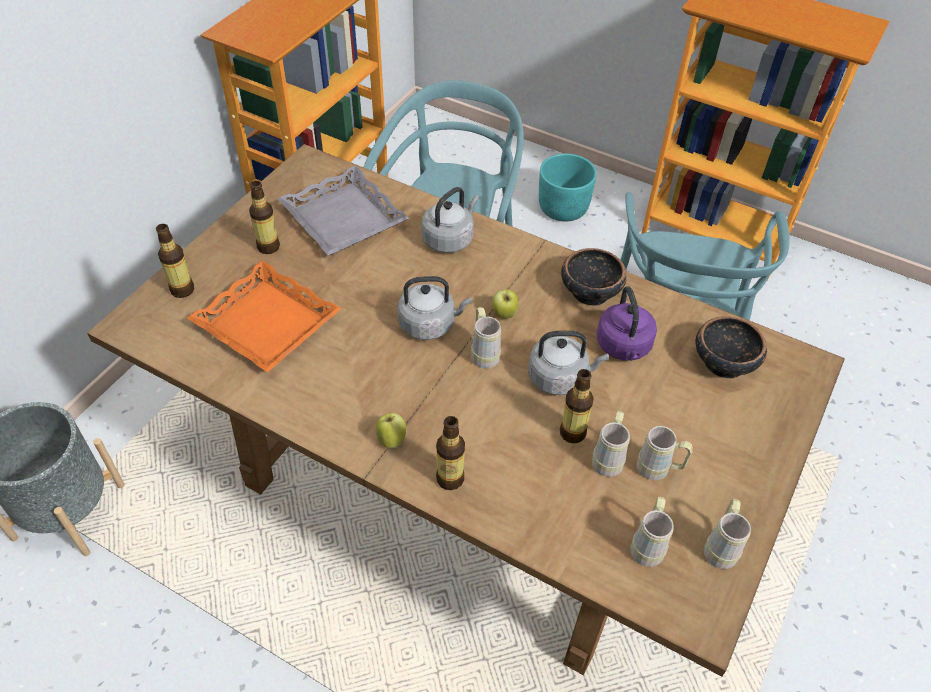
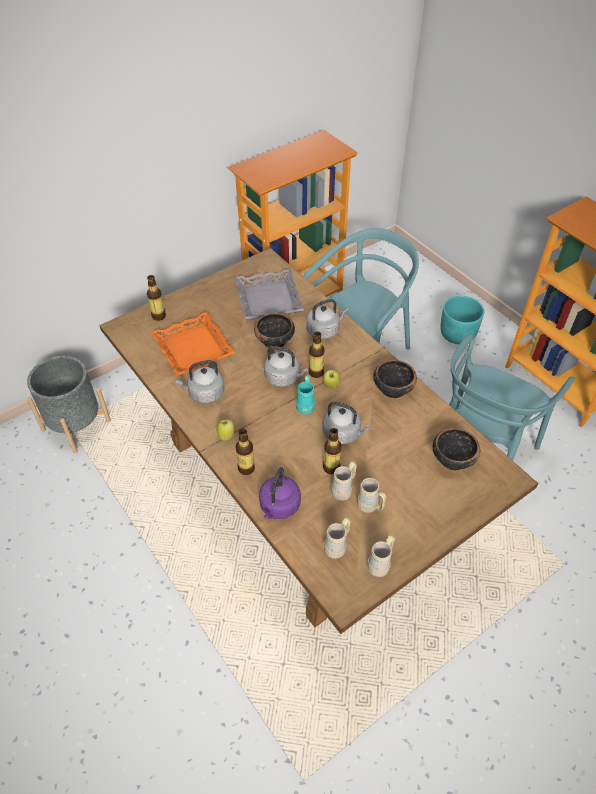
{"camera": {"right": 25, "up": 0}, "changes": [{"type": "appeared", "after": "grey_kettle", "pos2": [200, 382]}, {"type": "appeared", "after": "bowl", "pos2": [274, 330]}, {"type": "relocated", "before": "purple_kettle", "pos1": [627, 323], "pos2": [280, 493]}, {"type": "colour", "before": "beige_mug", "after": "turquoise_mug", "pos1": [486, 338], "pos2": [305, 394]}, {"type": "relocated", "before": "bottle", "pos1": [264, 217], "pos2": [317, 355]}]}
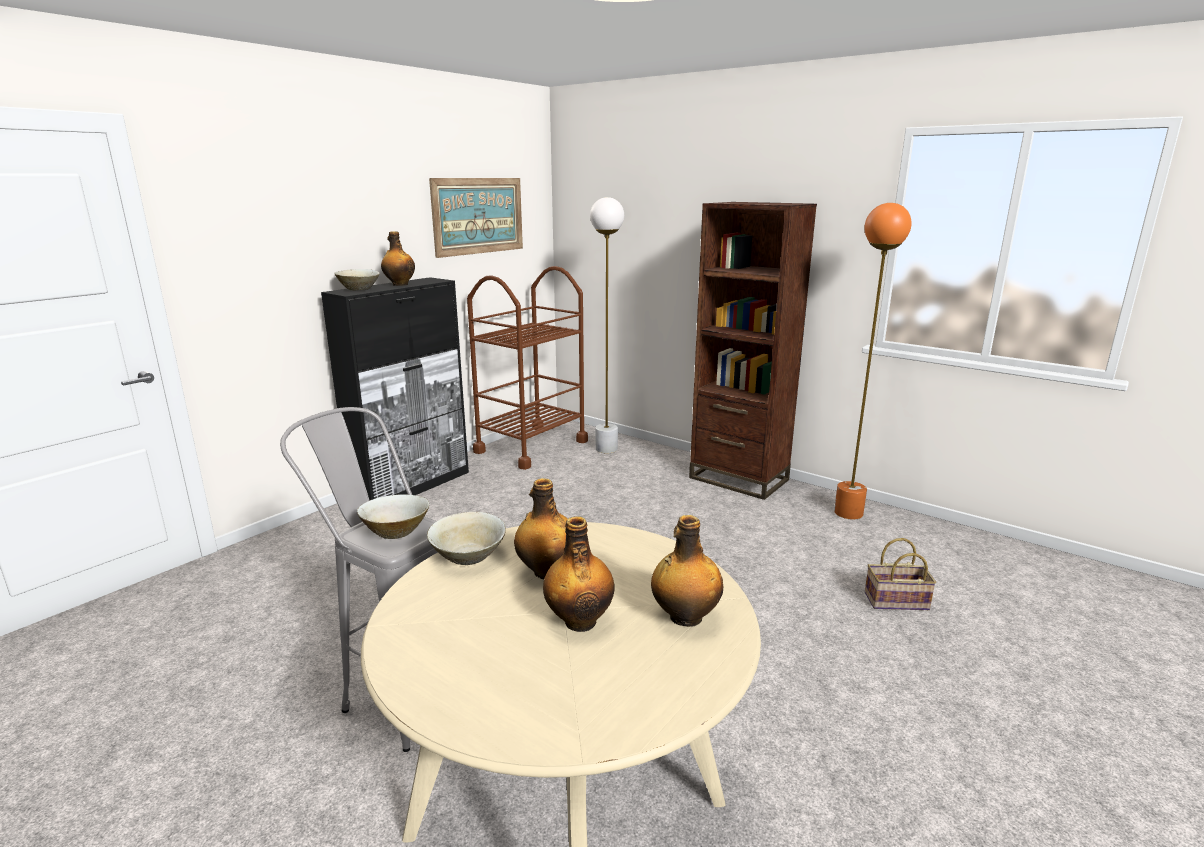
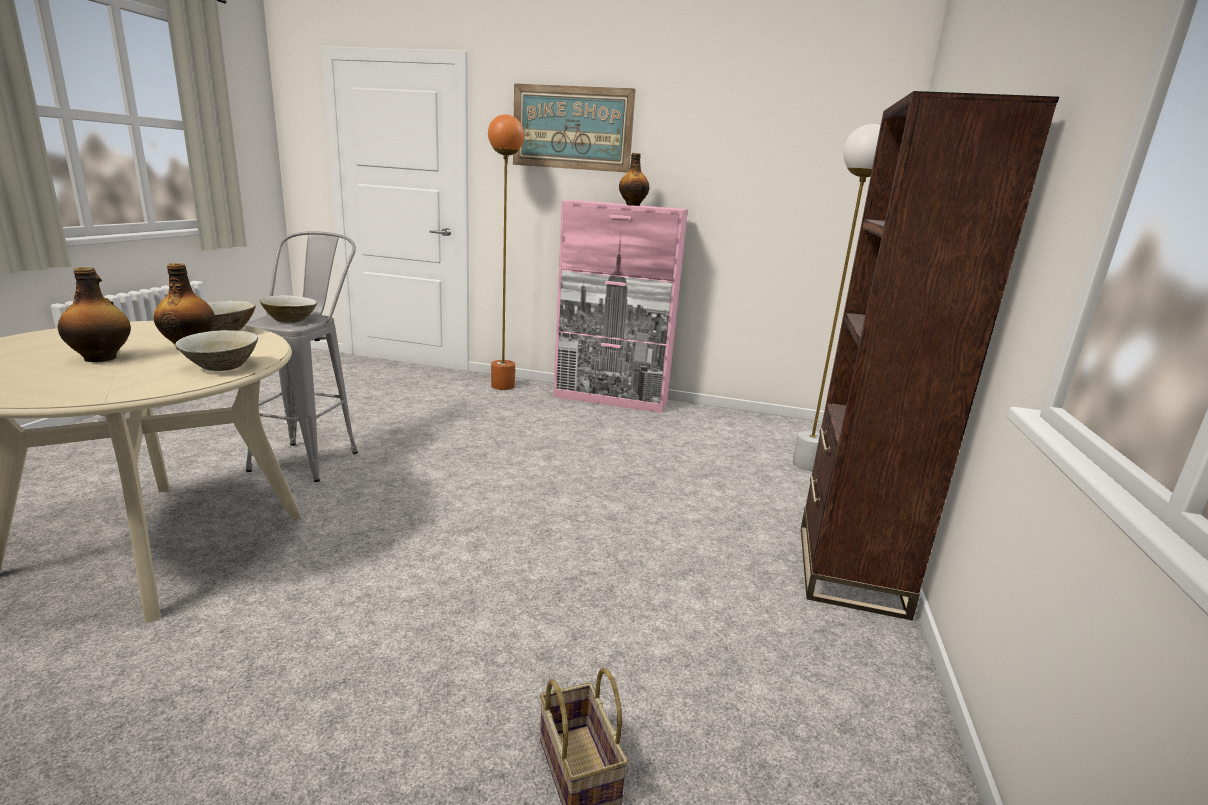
{"camera": {"right": 65, "up": 0}, "changes": [{"type": "relocated", "before": "beige_bowl", "pos1": [357, 280], "pos2": [216, 350]}, {"type": "relocated", "before": "orange_floor_lamp", "pos1": [873, 361], "pos2": [506, 252]}, {"type": "relocated", "before": "picture", "pos1": [476, 218], "pos2": [574, 128]}, {"type": "colour", "before": "black_cabinet", "after": "pink_cabinet", "pos1": [395, 389], "pos2": [621, 306]}, {"type": "missing", "before": "brown_cart", "pos1": [527, 368]}, {"type": "missing", "before": "bottle", "pos1": [687, 571]}]}
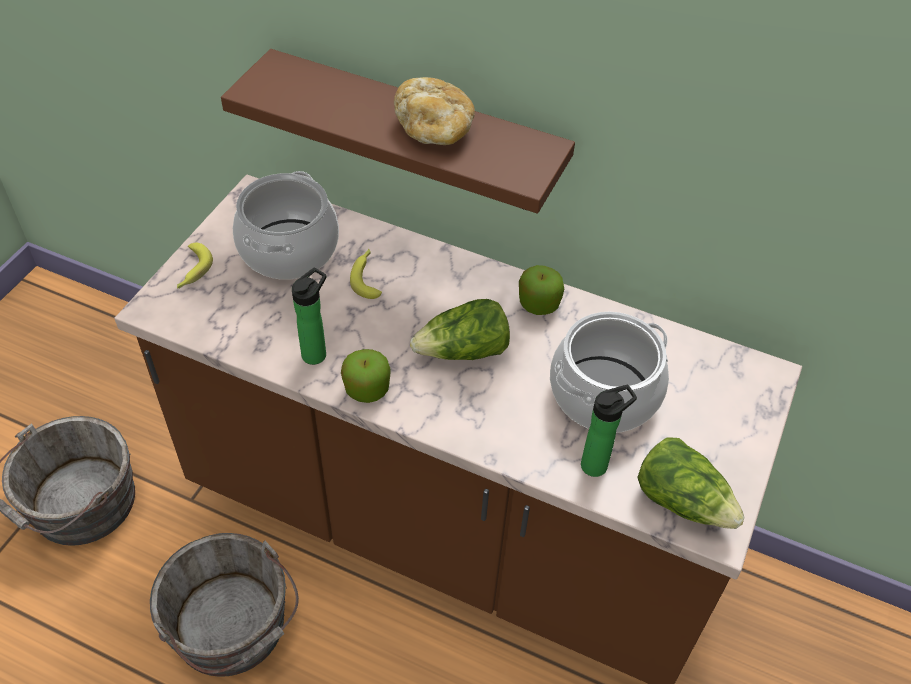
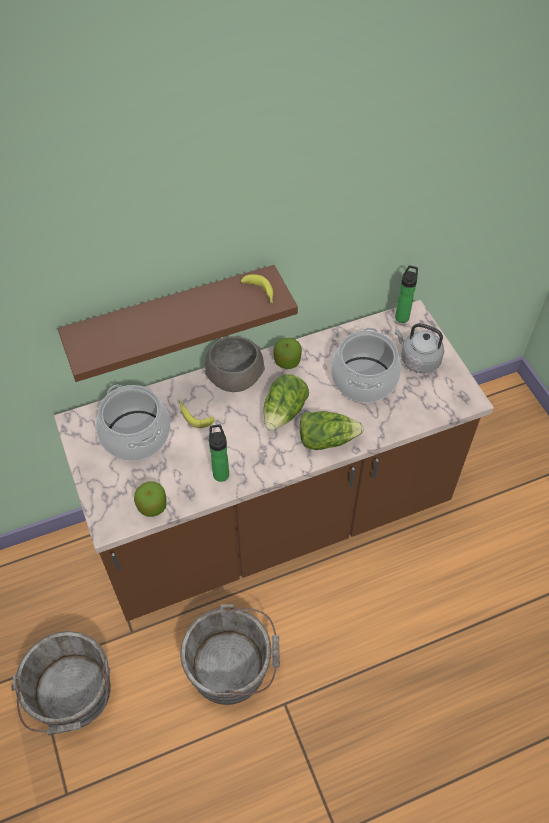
{"camera": {"right": -45, "up": 5}, "changes": [{"type": "relocated", "before": "apple", "pos1": [366, 376], "pos2": [150, 499]}, {"type": "appeared", "after": "grey_bowl", "pos2": [235, 364]}, {"type": "relocated", "before": "banana", "pos1": [195, 265], "pos2": [257, 288]}, {"type": "relocated", "before": "lettuce", "pos1": [691, 483], "pos2": [332, 430]}, {"type": "relocated", "before": "bottle", "pos1": [609, 431], "pos2": [406, 294]}, {"type": "appeared", "after": "grey_kettle", "pos2": [419, 348]}, {"type": "missing", "before": "bread", "pos1": [434, 111]}]}
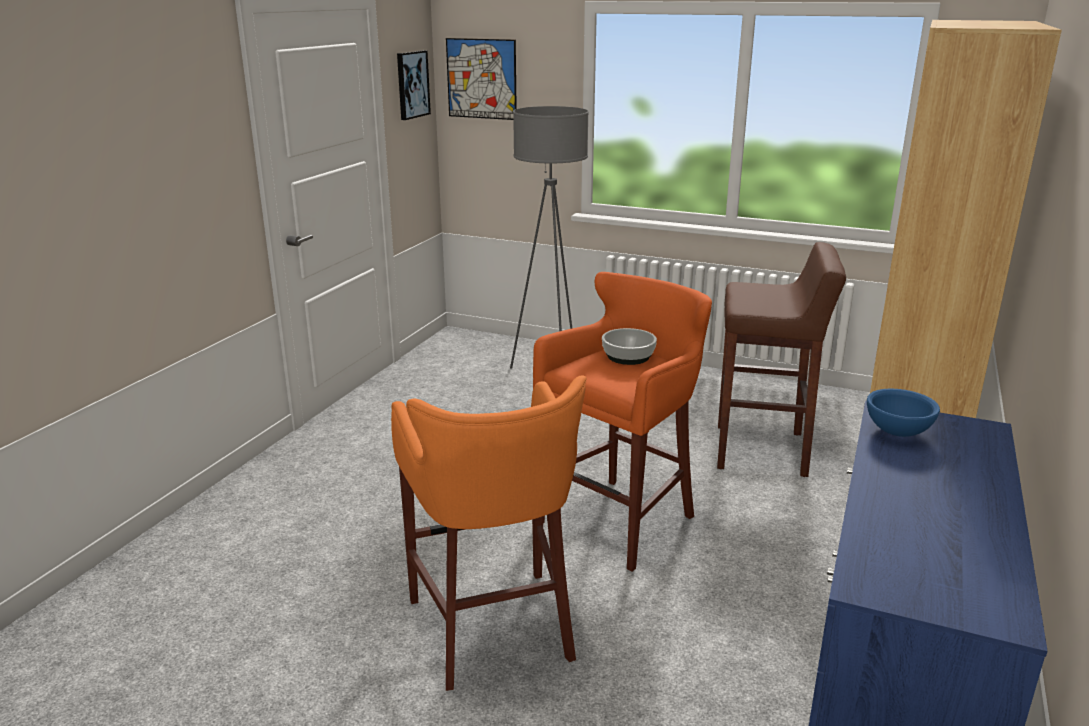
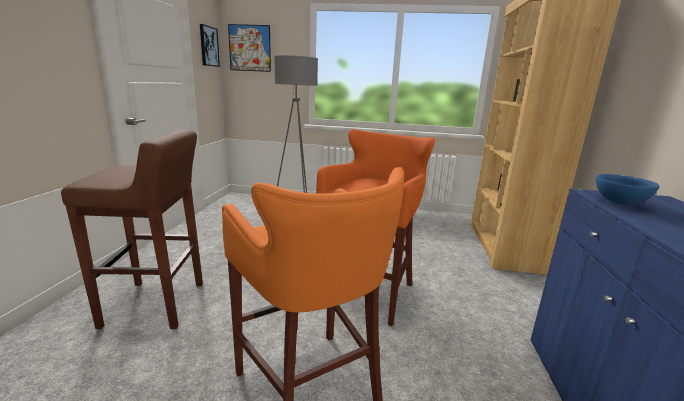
{"camera": {"right": -15, "up": -5}, "changes": [{"type": "relocated", "before": "brown_stool", "pos1": [781, 359], "pos2": [132, 229]}, {"type": "missing", "before": "bowl", "pos1": [629, 346]}]}
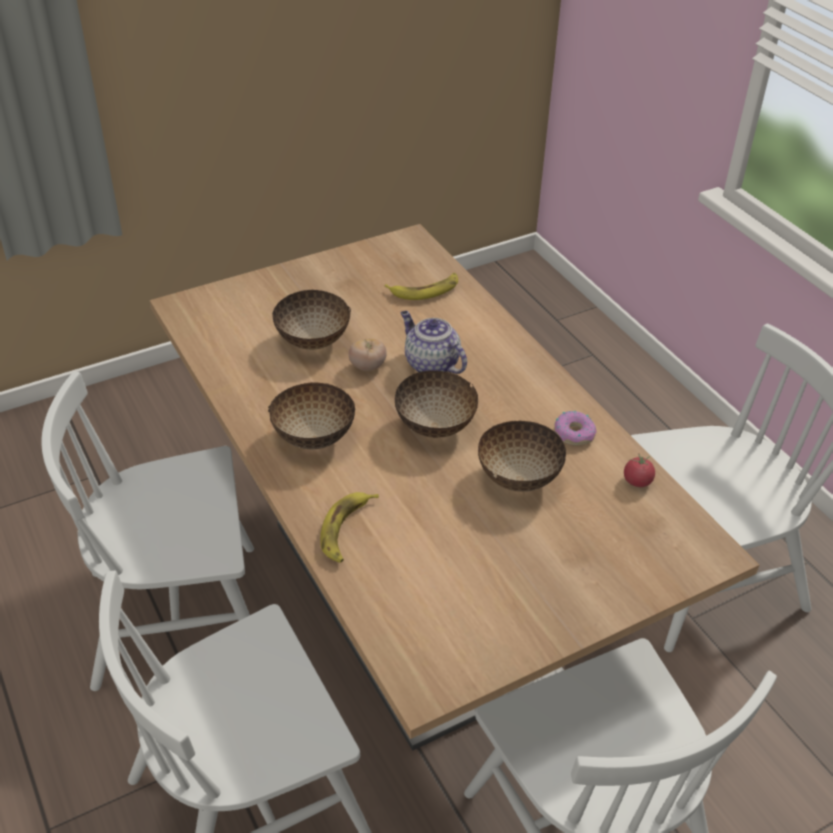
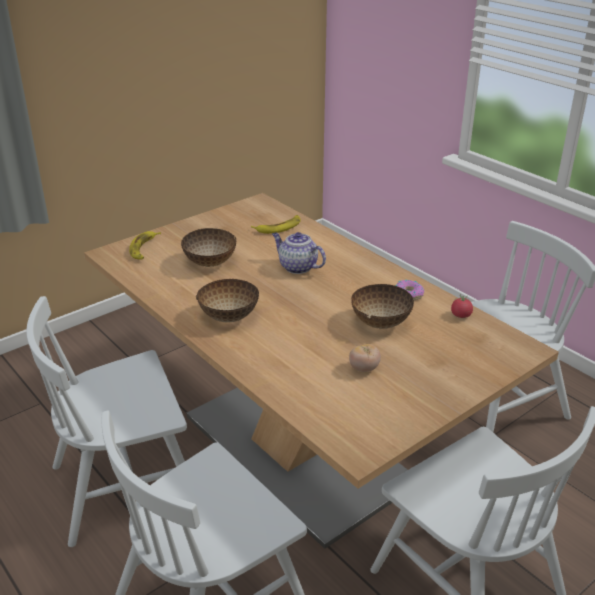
{"camera": {"right": -10, "up": -10}, "changes": [{"type": "relocated", "before": "banana", "pos1": [349, 527], "pos2": [145, 245]}, {"type": "relocated", "before": "tomato", "pos1": [368, 354], "pos2": [365, 358]}, {"type": "missing", "before": "bowl", "pos1": [436, 404]}]}
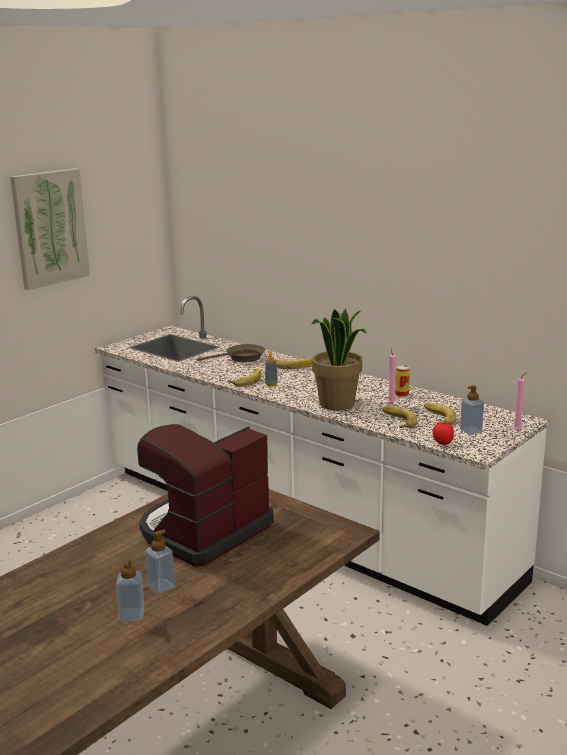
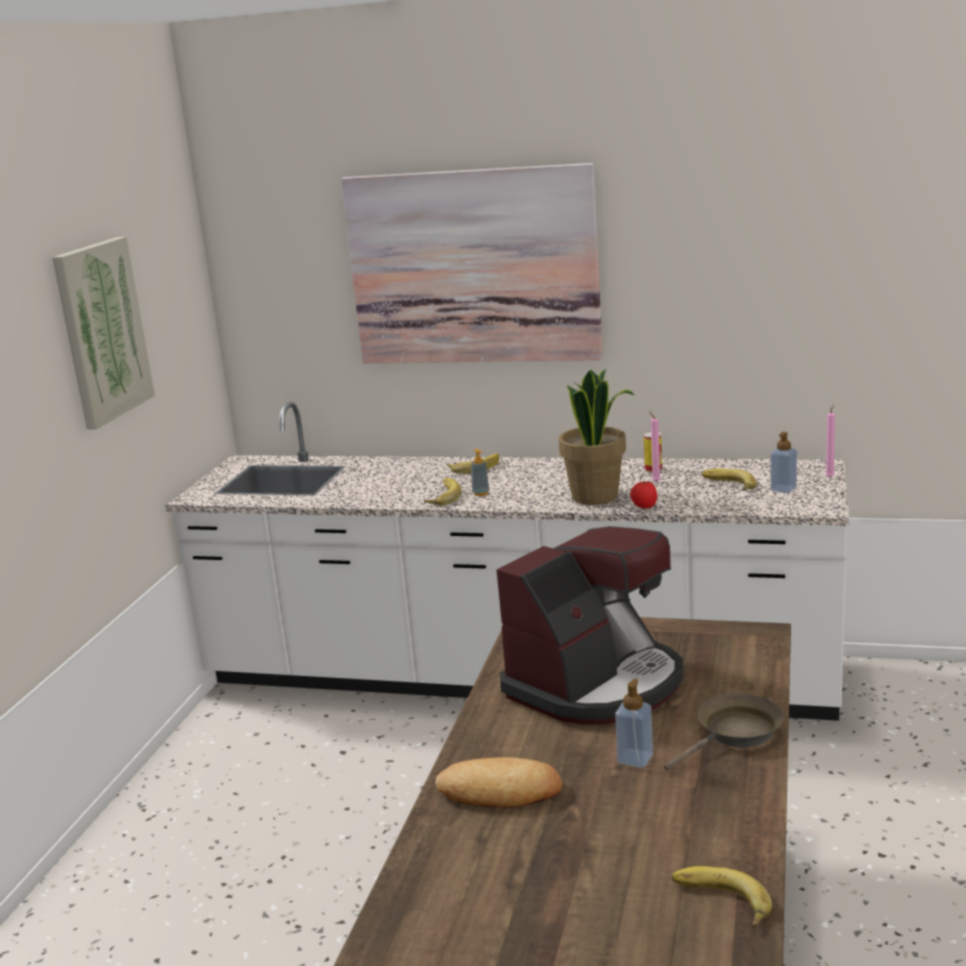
{"camera": {"right": -25, "up": 0}, "changes": [{"type": "appeared", "after": "picture", "pos2": [472, 263]}, {"type": "appeared", "after": "bread", "pos2": [498, 782]}, {"type": "spun", "before": "coffee_machine", "pos1": [205, 495], "pos2": [590, 625], "turn": -150}, {"type": "relocated", "before": "tomato", "pos1": [443, 433], "pos2": [643, 494]}, {"type": "relocated", "before": "brown_frying_pan", "pos1": [231, 353], "pos2": [724, 732]}, {"type": "relocated", "before": "banana", "pos1": [399, 417], "pos2": [722, 897]}, {"type": "missing", "before": "soap_dispenser", "pos1": [130, 589]}]}
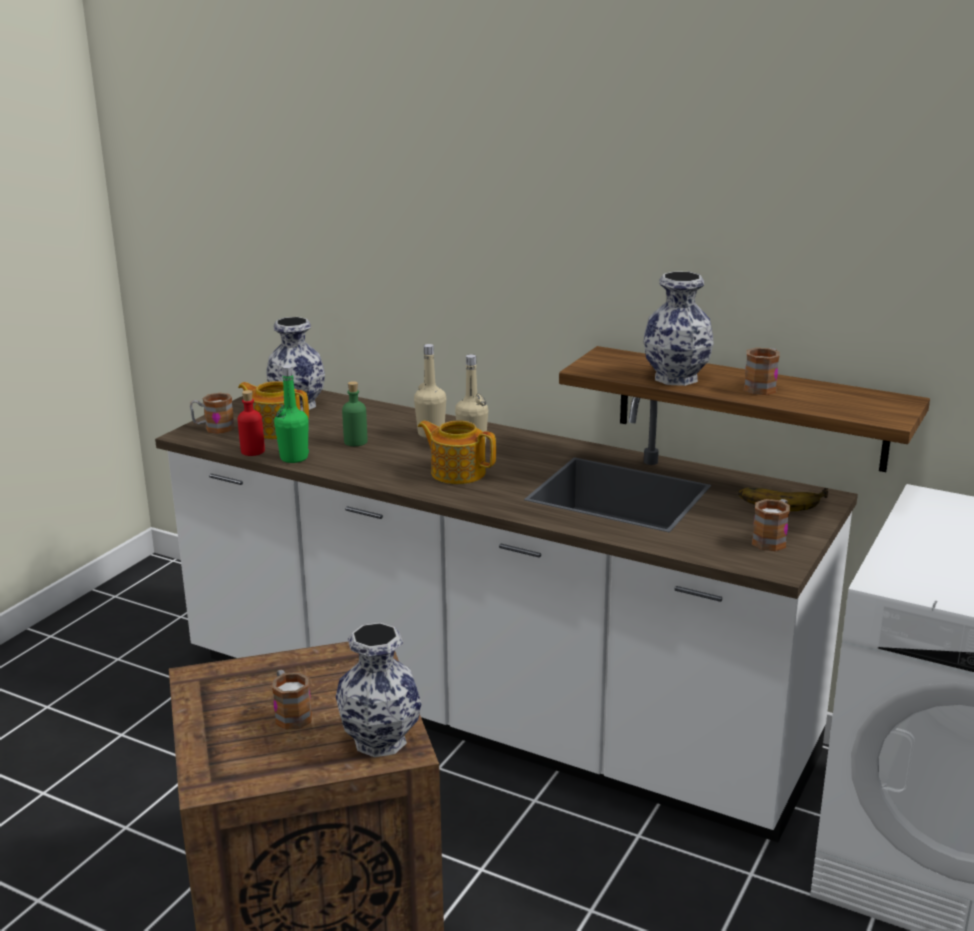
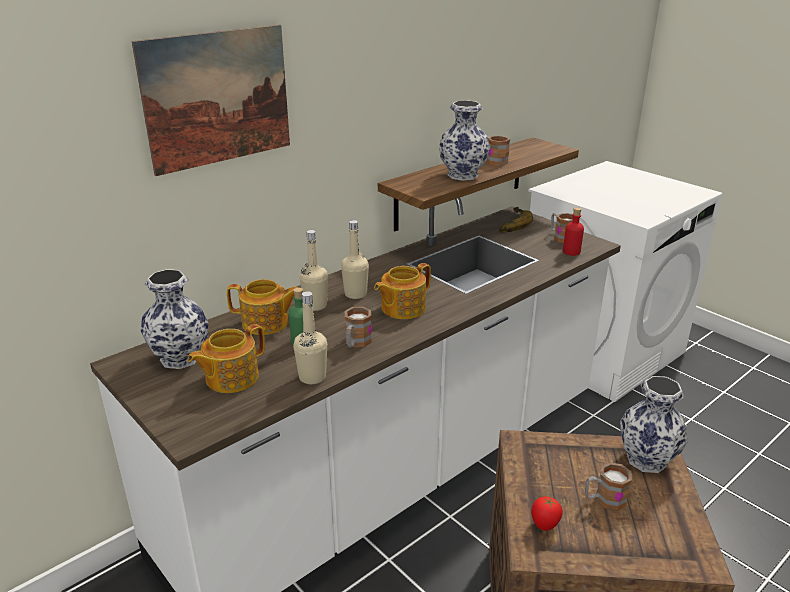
{"camera": {"right": -70, "up": 5}, "changes": [{"type": "appeared", "after": "picture", "pos2": [210, 100]}, {"type": "appeared", "after": "teapot", "pos2": [262, 307]}, {"type": "colour", "before": "green_bottle", "after": "beige_bottle", "pos1": [291, 414], "pos2": [310, 337]}, {"type": "relocated", "before": "mug", "pos1": [212, 413], "pos2": [358, 327]}, {"type": "appeared", "after": "tomato", "pos2": [547, 513]}, {"type": "relocated", "before": "red_bottle", "pos1": [251, 423], "pos2": [573, 231]}]}
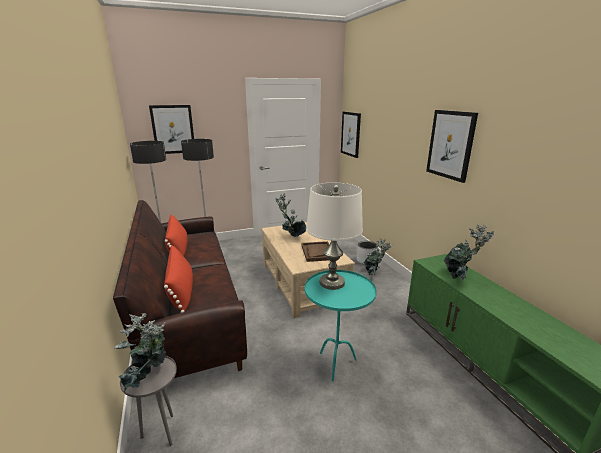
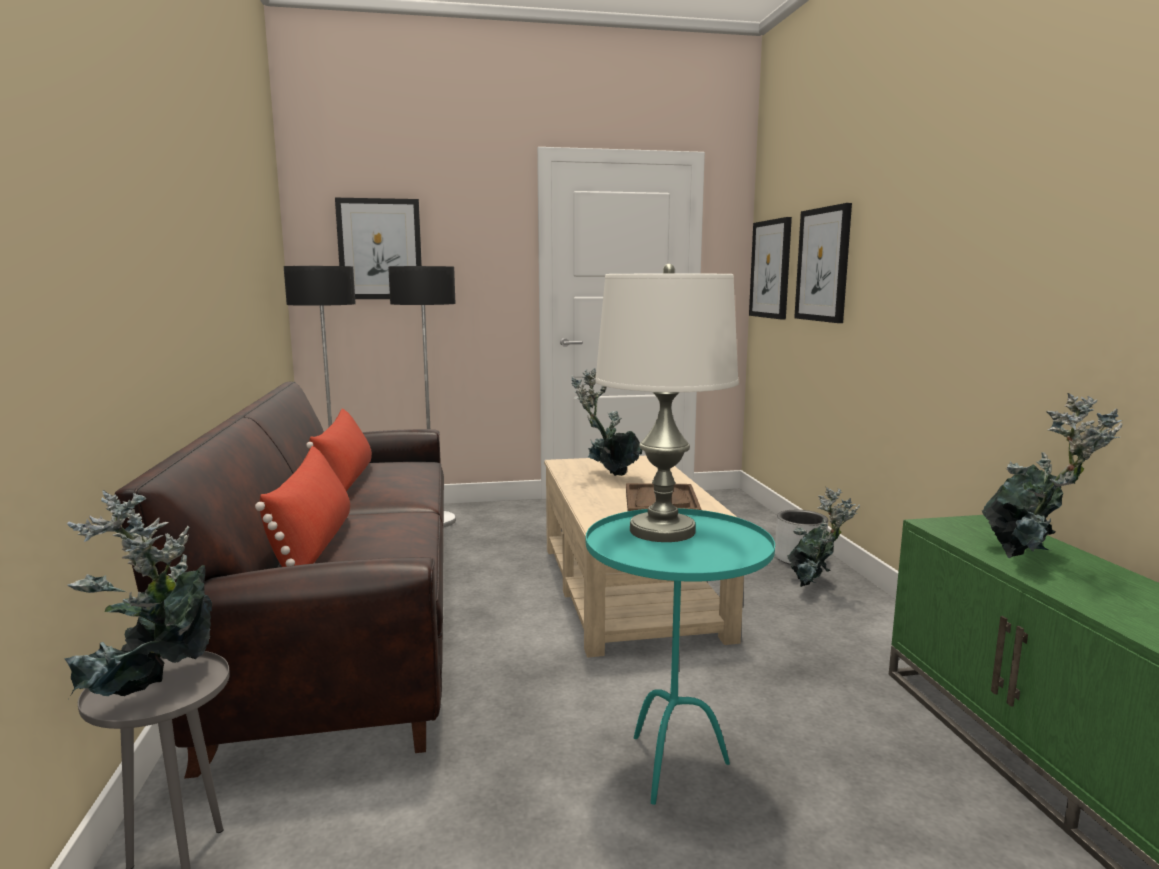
{"camera": {"right": 10, "up": -10}, "changes": [{"type": "relocated", "before": "picture", "pos1": [452, 146], "pos2": [823, 263]}]}
